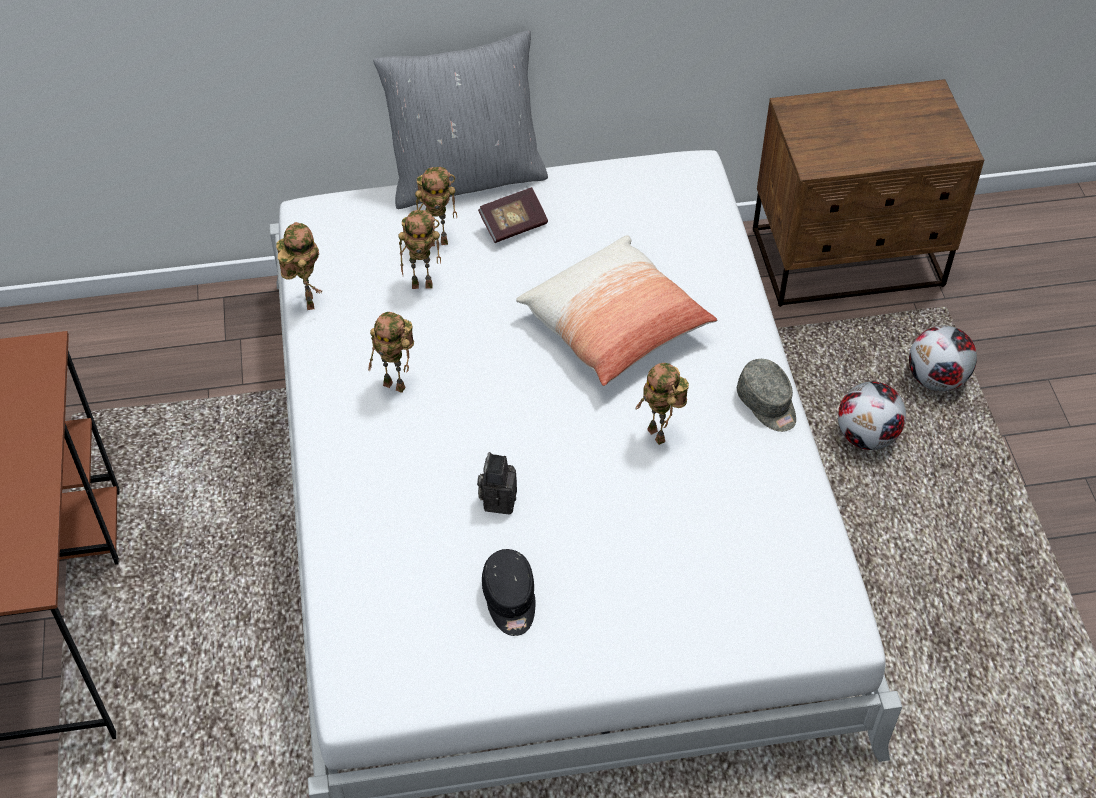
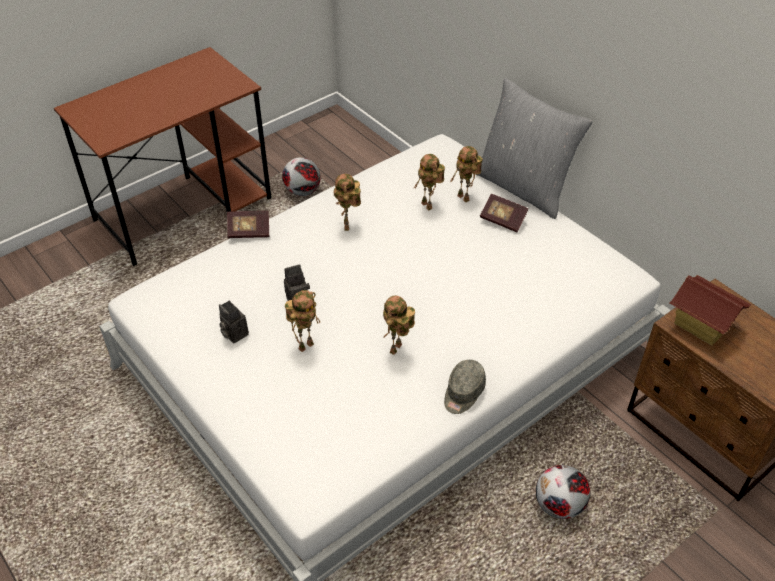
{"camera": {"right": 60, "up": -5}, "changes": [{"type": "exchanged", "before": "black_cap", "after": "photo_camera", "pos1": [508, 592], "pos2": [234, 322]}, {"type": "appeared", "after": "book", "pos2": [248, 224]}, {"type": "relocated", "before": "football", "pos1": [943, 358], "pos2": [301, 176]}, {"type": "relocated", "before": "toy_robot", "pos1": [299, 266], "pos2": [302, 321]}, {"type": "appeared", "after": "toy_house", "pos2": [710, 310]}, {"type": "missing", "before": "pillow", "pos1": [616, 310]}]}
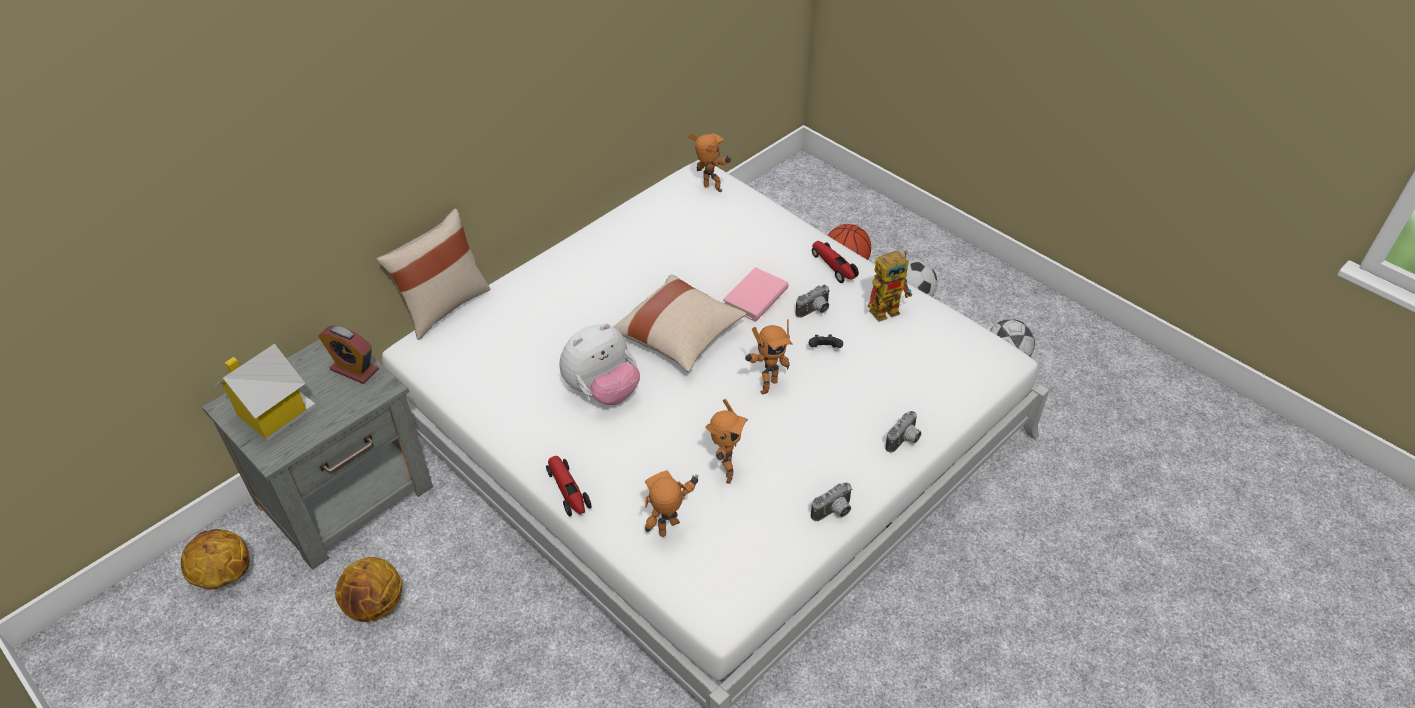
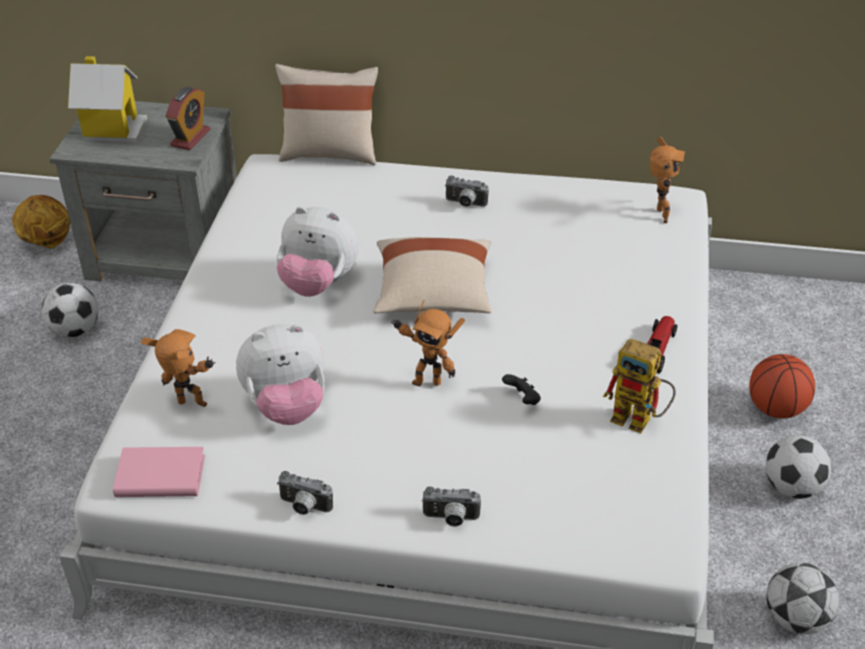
{"camera": {"right": 55, "up": -5}, "changes": [{"type": "exchanged", "before": "basketball", "after": "football", "pos1": [368, 589], "pos2": [69, 310]}, {"type": "relocated", "before": "pink_book", "pos1": [756, 294], "pos2": [159, 472]}, {"type": "spun", "before": "alarm_clock", "pos1": [348, 354], "pos2": [188, 118], "turn": -150}, {"type": "exchanged", "before": "toy_robot", "after": "plush_toy", "pos1": [726, 441], "pos2": [280, 374]}, {"type": "relocated", "before": "photo_camera", "pos1": [813, 301], "pos2": [467, 191]}, {"type": "missing", "before": "toy_car", "pos1": [569, 486]}]}
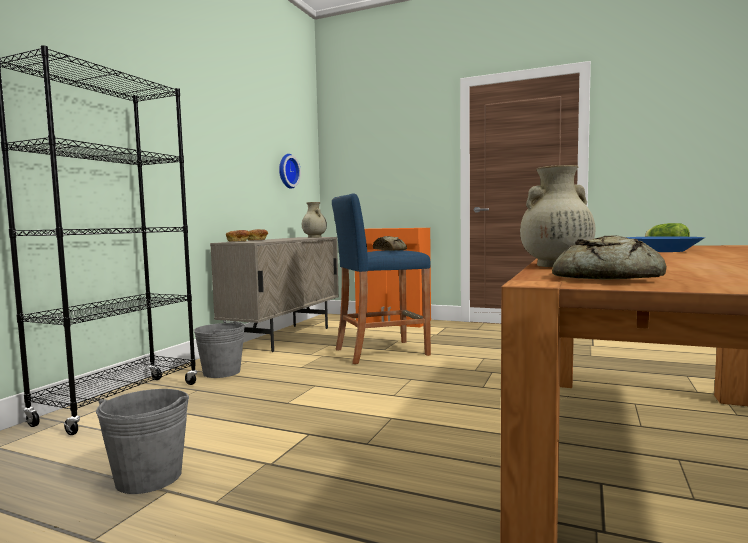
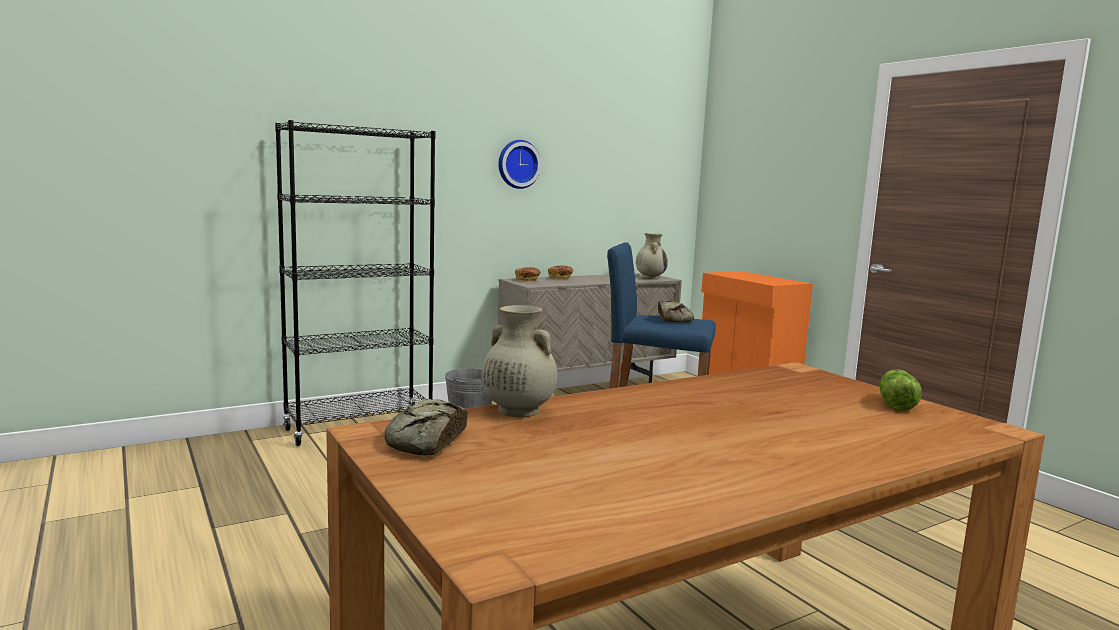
{"camera": {"right": 35, "up": 5}, "changes": [{"type": "relocated", "before": "wall_clock", "pos1": [290, 171], "pos2": [519, 164]}, {"type": "missing", "before": "grey_bucket", "pos1": [142, 441]}, {"type": "missing", "before": "blue_bowl", "pos1": [665, 244]}]}
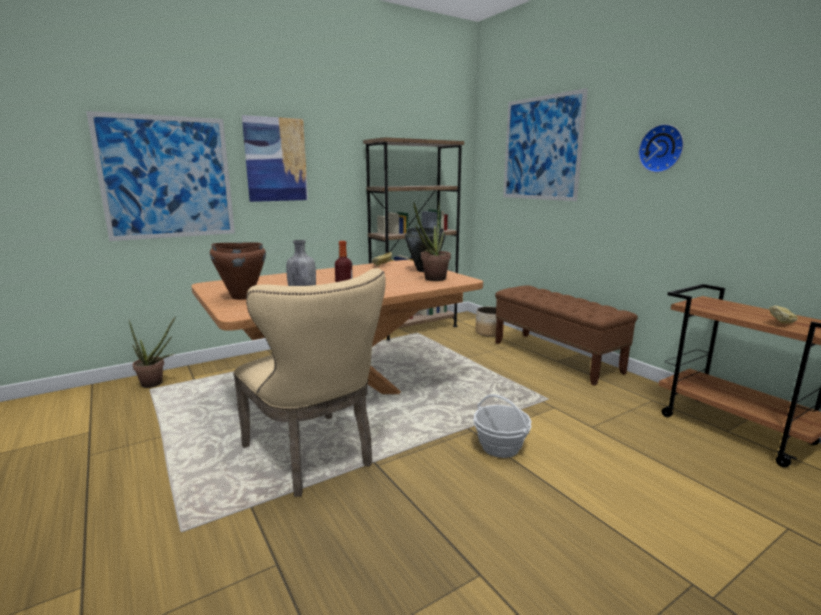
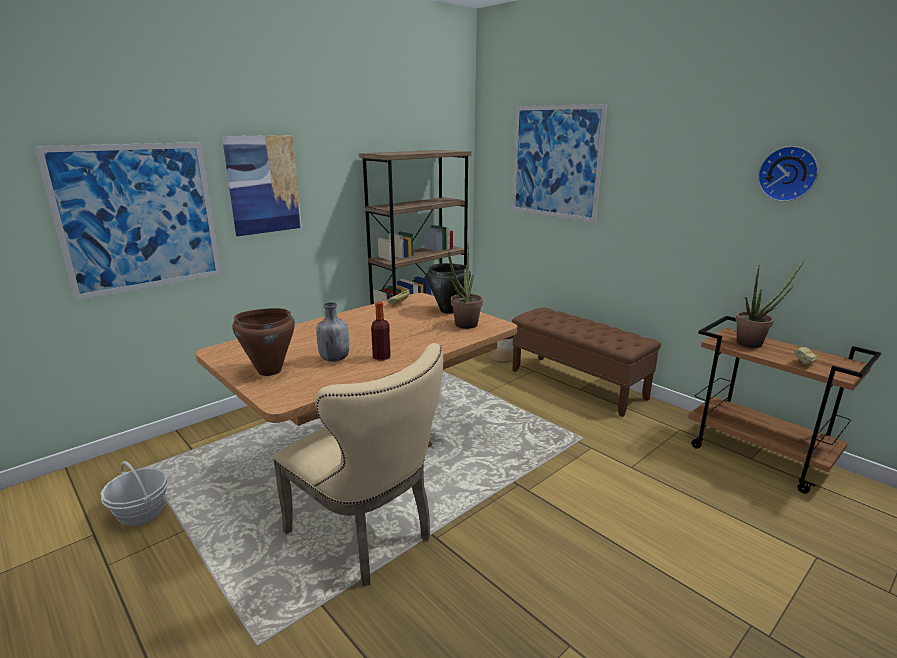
{"camera": {"right": -10, "up": 5}, "changes": [{"type": "relocated", "before": "basket", "pos1": [502, 426], "pos2": [134, 493]}, {"type": "relocated", "before": "potted_plant", "pos1": [152, 352], "pos2": [770, 303]}, {"type": "relocated", "before": "wall_clock", "pos1": [661, 148], "pos2": [788, 174]}]}
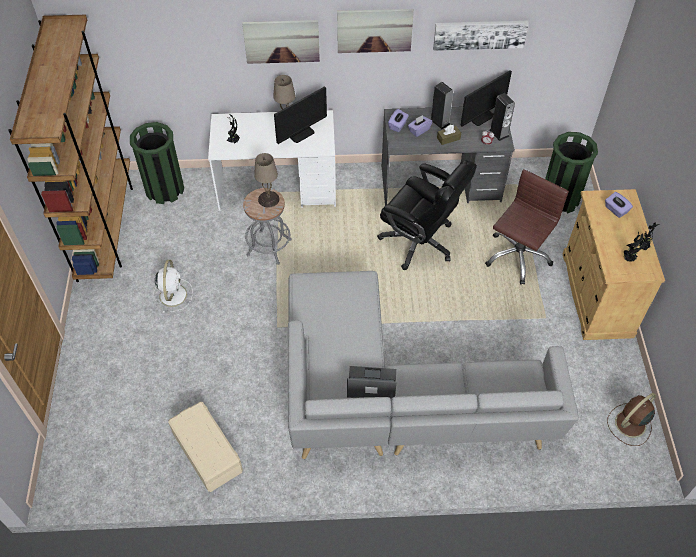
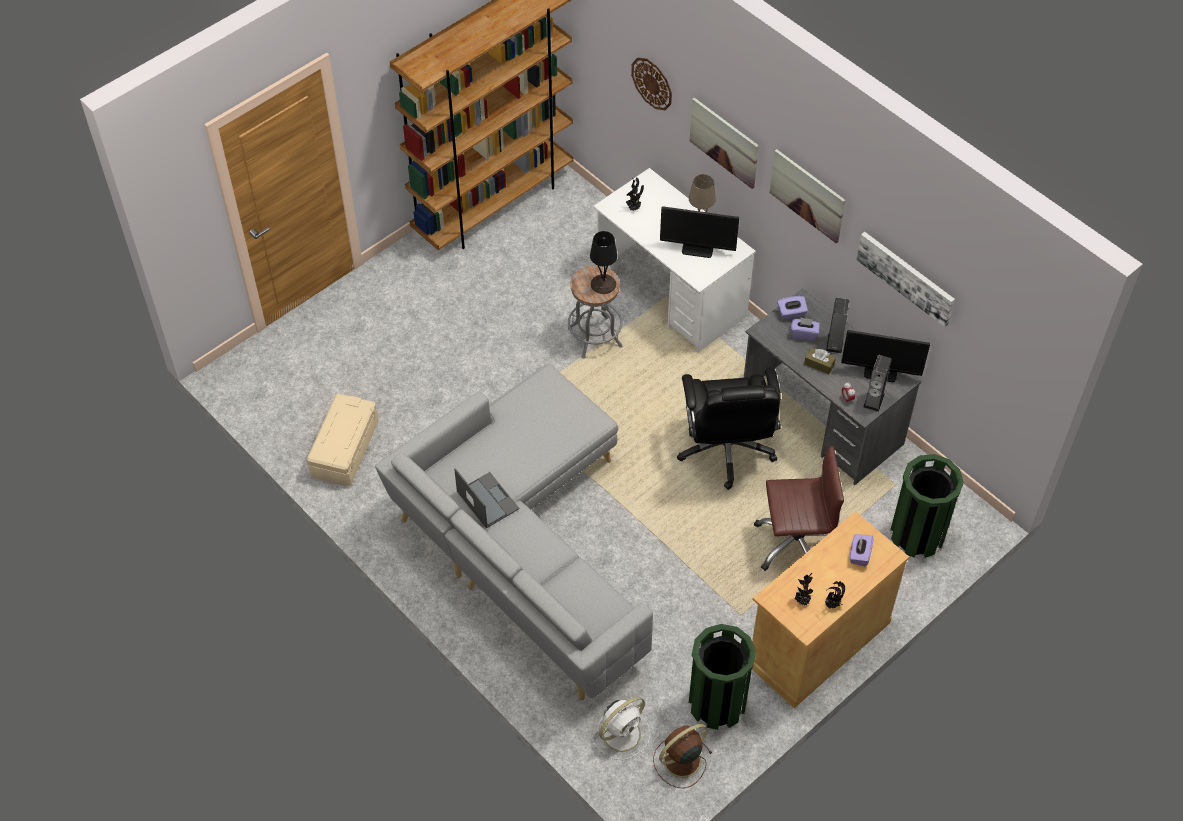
{"camera": {"right": 50, "up": 0}, "changes": [{"type": "colour", "before": "beige_table_lamp", "after": "black_table_lamp", "pos1": [267, 180], "pos2": [603, 262]}, {"type": "relocated", "before": "white_fan", "pos1": [173, 286], "pos2": [622, 728]}, {"type": "appeared", "after": "wall_clock", "pos2": [651, 84]}, {"type": "spun", "before": "brown_fan", "pos1": [631, 419], "pos2": [683, 756], "turn": -45}, {"type": "relocated", "before": "green_trash_can", "pos1": [157, 163], "pos2": [722, 677]}]}
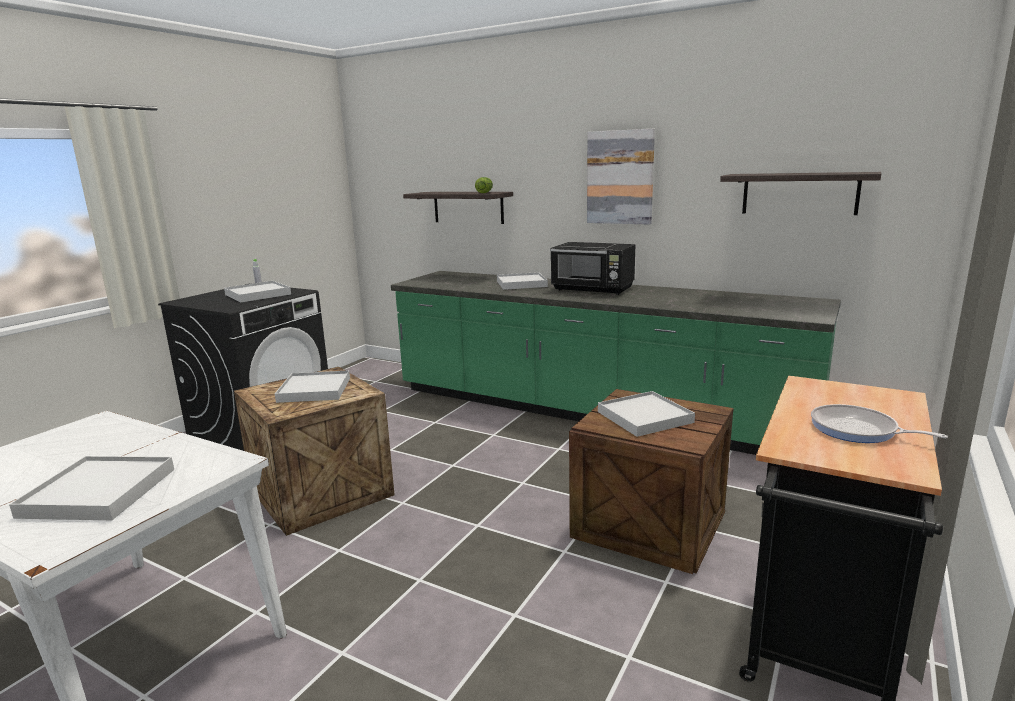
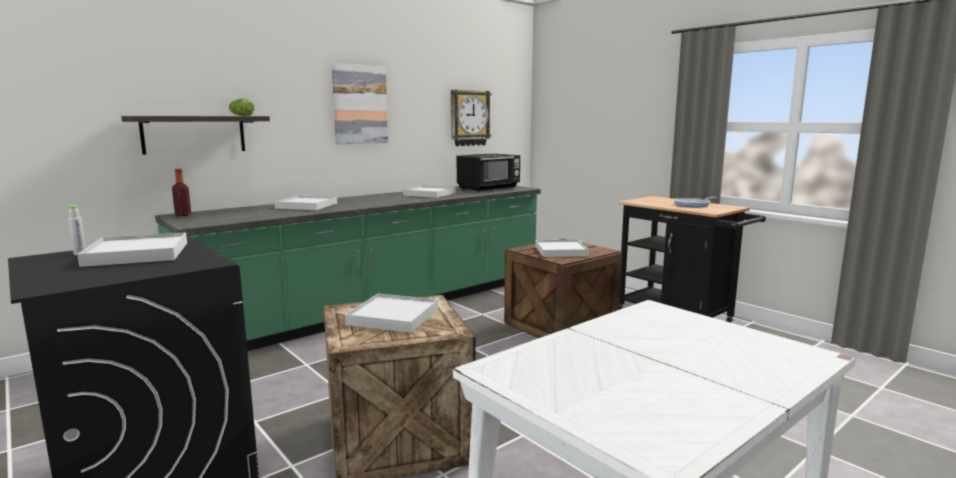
{"camera": {"right": -70, "up": -5}, "changes": [{"type": "appeared", "after": "bottle", "pos2": [181, 192]}, {"type": "relocated", "before": "white_tray", "pos1": [91, 488], "pos2": [429, 191]}, {"type": "exchanged", "before": "shelf", "after": "wall_clock", "pos1": [800, 193], "pos2": [471, 118]}, {"type": "relocated", "before": "black_microwave", "pos1": [592, 268], "pos2": [488, 173]}]}
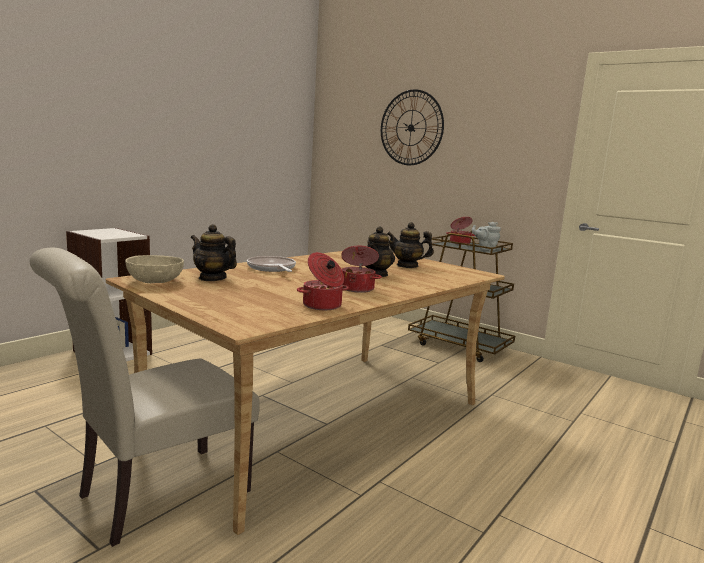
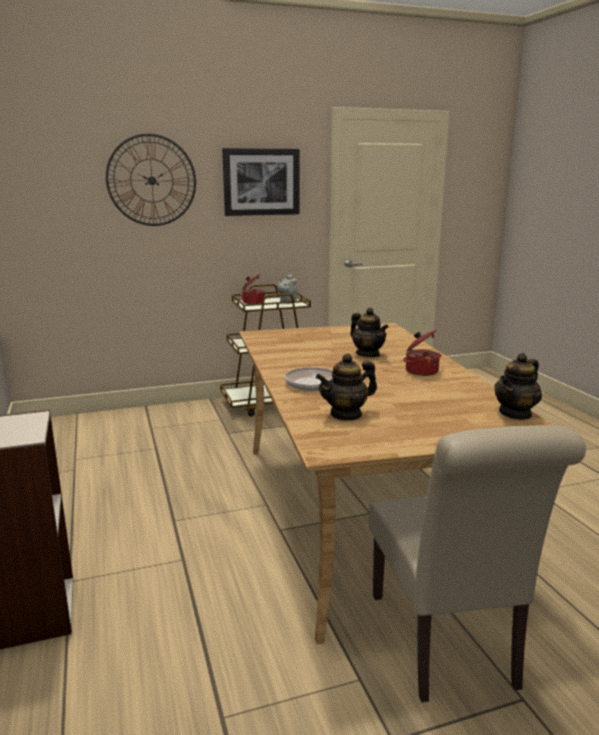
{"camera": {"right": -55, "up": 5}, "changes": [{"type": "appeared", "after": "picture", "pos2": [260, 182]}, {"type": "relocated", "before": "teapot", "pos1": [410, 245], "pos2": [518, 386]}, {"type": "missing", "before": "beige_bowl", "pos1": [154, 269]}, {"type": "missing", "before": "cooking_pot", "pos1": [323, 281]}]}
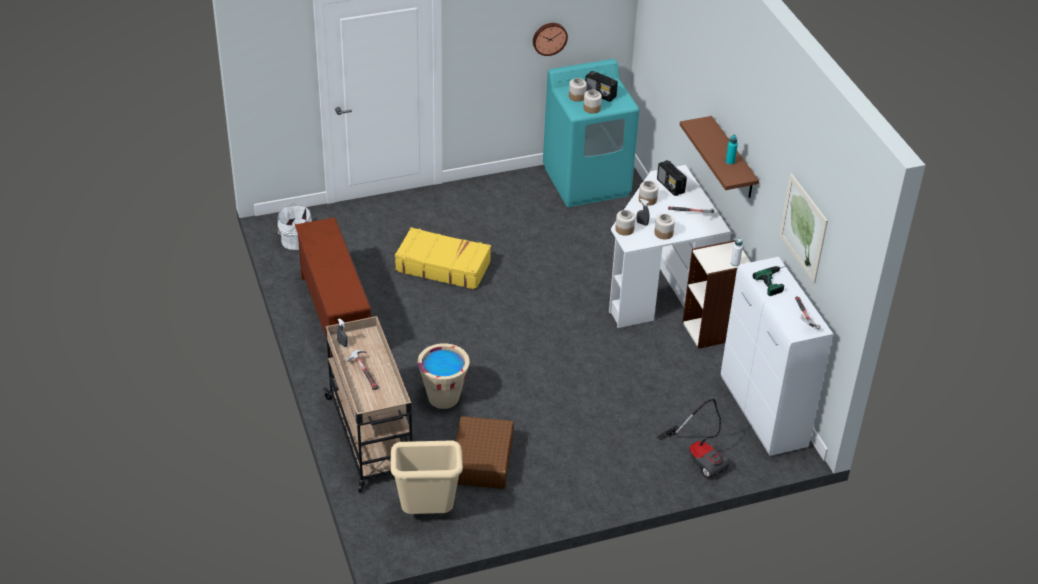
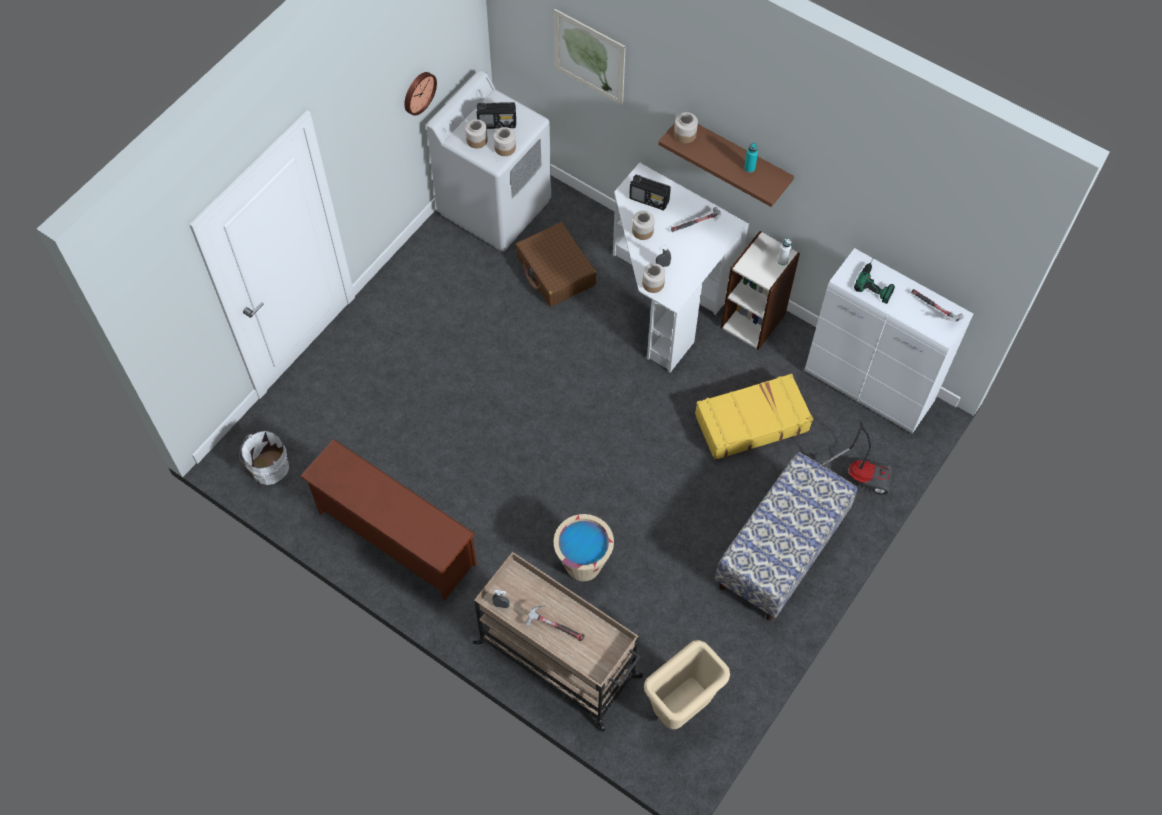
{"camera": {"right": -35, "up": 20}, "changes": [{"type": "colour", "before": "turquoise_washing_machine", "after": "white_washing_machine", "pos1": [591, 133], "pos2": [489, 161]}, {"type": "relocated", "before": "brown_suitcase", "pos1": [484, 452], "pos2": [556, 264]}, {"type": "relocated", "before": "picture", "pos1": [803, 228], "pos2": [589, 57]}, {"type": "relocated", "before": "jar", "pos1": [664, 226], "pos2": [686, 127]}, {"type": "relocated", "before": "yellow_suitcase", "pos1": [443, 258], "pos2": [754, 416]}, {"type": "appeared", "after": "bench", "pos2": [786, 536]}]}
